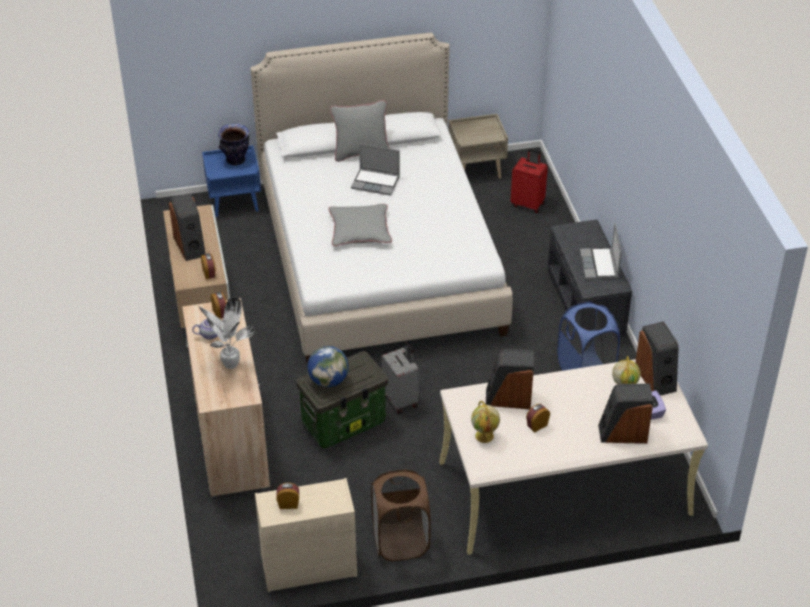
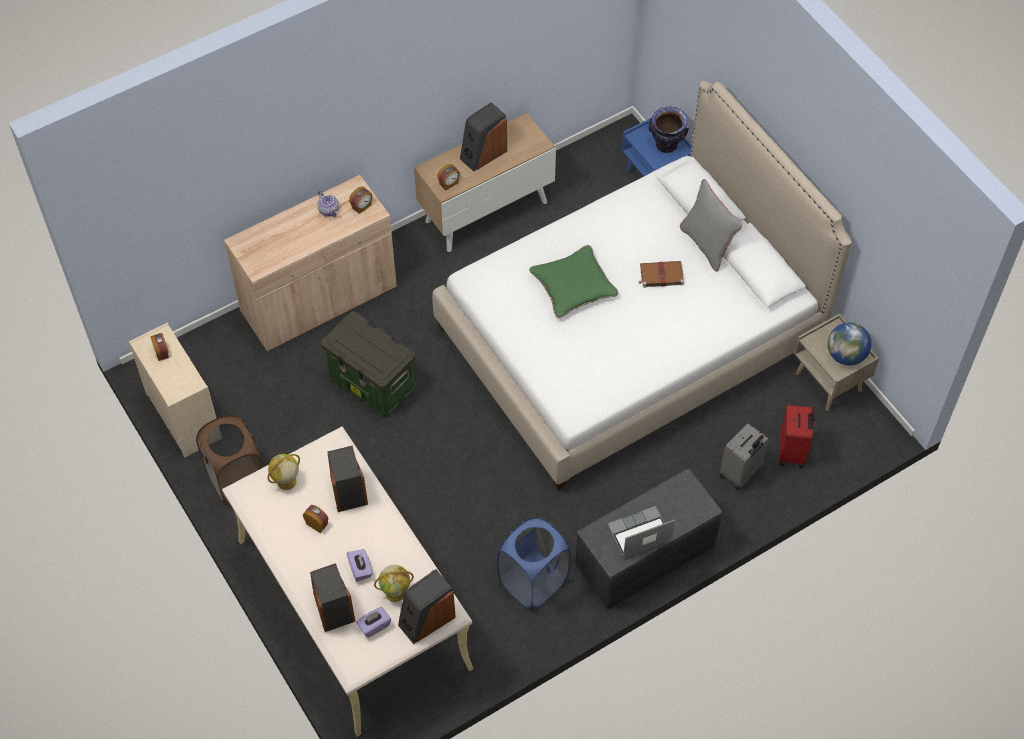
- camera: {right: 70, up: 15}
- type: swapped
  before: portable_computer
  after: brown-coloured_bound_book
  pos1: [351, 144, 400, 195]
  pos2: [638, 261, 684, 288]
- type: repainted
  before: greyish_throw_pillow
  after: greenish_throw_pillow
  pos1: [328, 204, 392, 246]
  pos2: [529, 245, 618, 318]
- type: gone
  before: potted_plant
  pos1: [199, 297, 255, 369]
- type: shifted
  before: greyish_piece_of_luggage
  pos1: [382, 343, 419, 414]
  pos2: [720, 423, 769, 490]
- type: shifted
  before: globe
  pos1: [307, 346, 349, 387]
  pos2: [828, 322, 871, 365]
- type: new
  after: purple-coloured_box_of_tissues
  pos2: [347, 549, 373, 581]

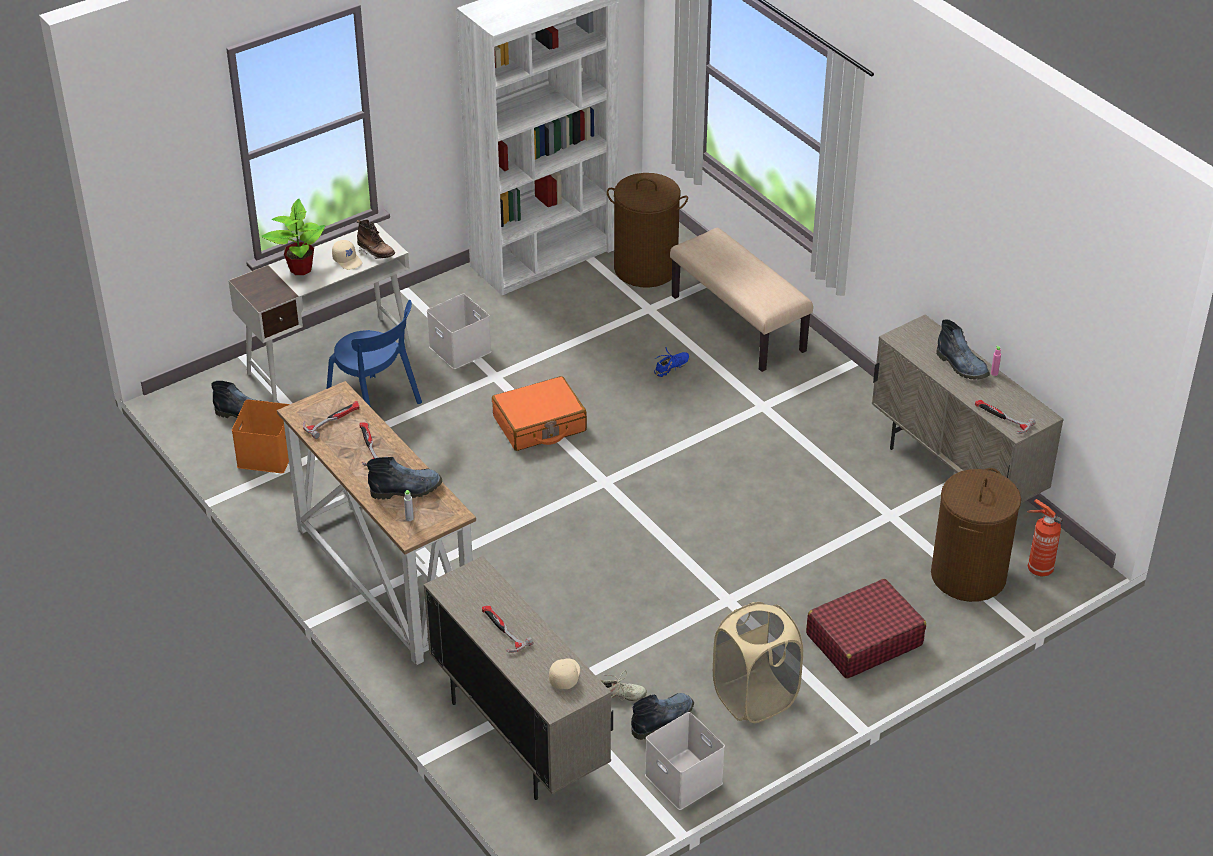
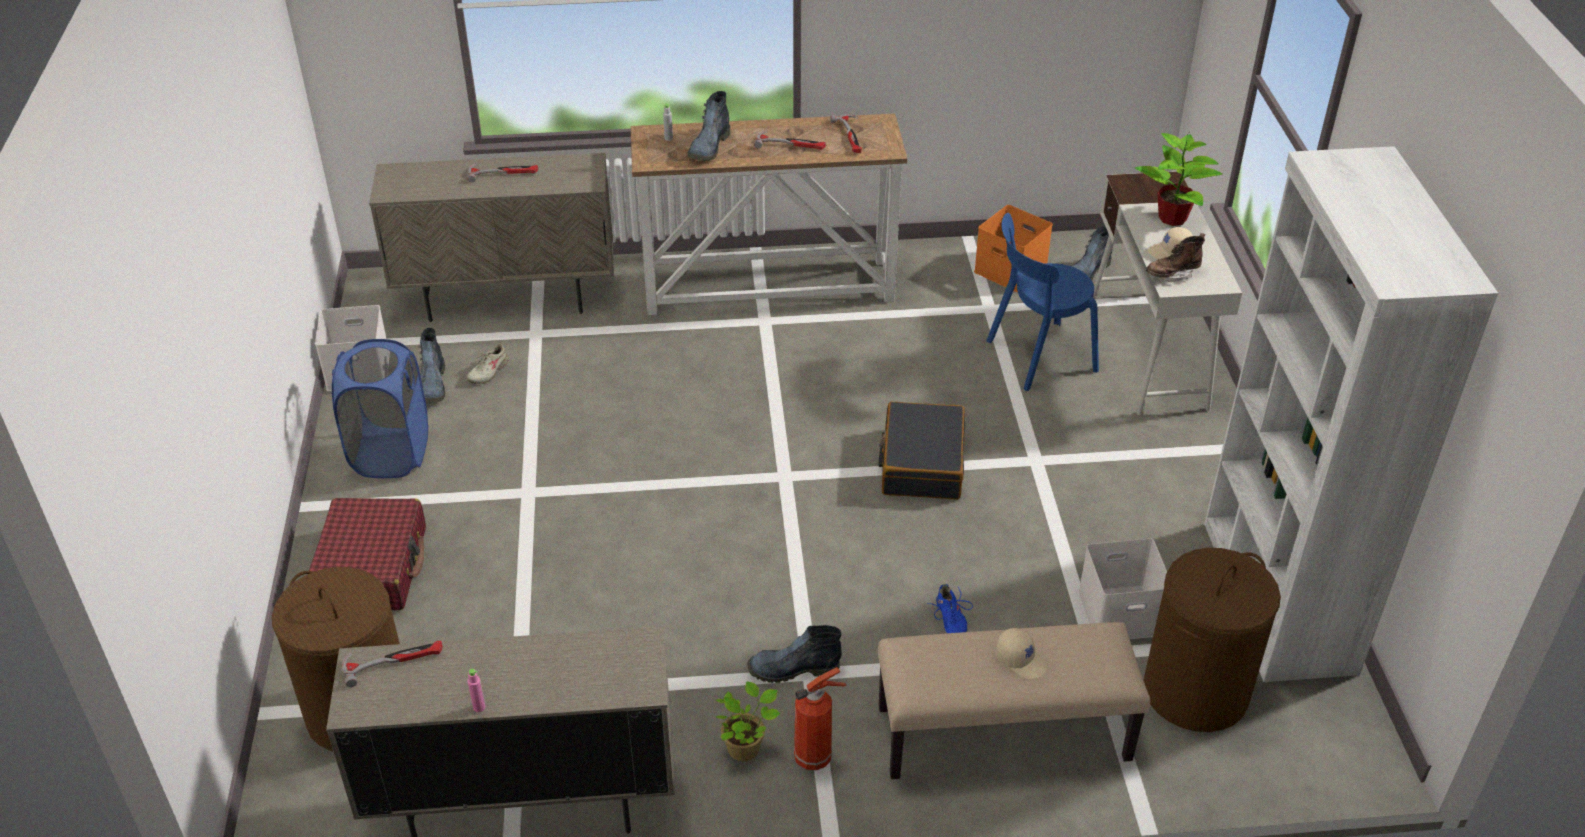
- camera: {right: 120, up: 0}
- type: shifted
  before: whitish_storage_bin
  pos1: [427, 294, 491, 369]
  pos2: [1078, 538, 1167, 639]
- type: shifted
  before: tall_boot
  pos1: [936, 319, 990, 380]
  pos2: [747, 625, 842, 683]
- type: repainted
  before: orangey_piece_of_luggage
  after: black-coloured_piece_of_luggage
  pos1: [492, 376, 587, 451]
  pos2: [878, 402, 966, 500]
- type: shifted
  before: extinguisher
  pos1: [1027, 499, 1063, 577]
  pos2: [794, 667, 847, 770]
- type: repainted
  before: beige-coloured_washing_basket
  after: blue_washing_basket
  pos1: [713, 602, 803, 723]
  pos2: [332, 339, 428, 478]
- type: shifted
  before: beige-coloured_peaked_cap
  pos1: [549, 658, 580, 689]
  pos2: [996, 628, 1048, 680]
- type: new
  after: potted_plant
  pos2: [716, 681, 780, 761]

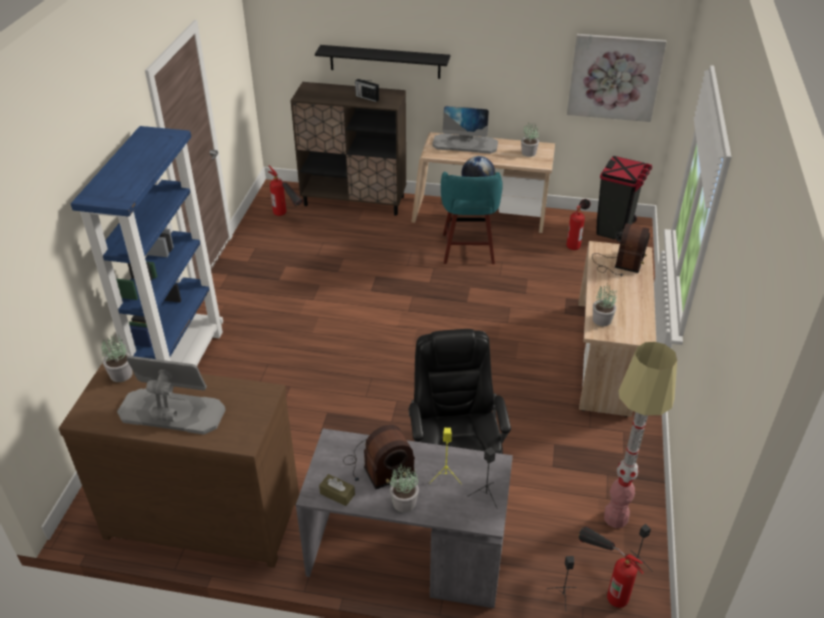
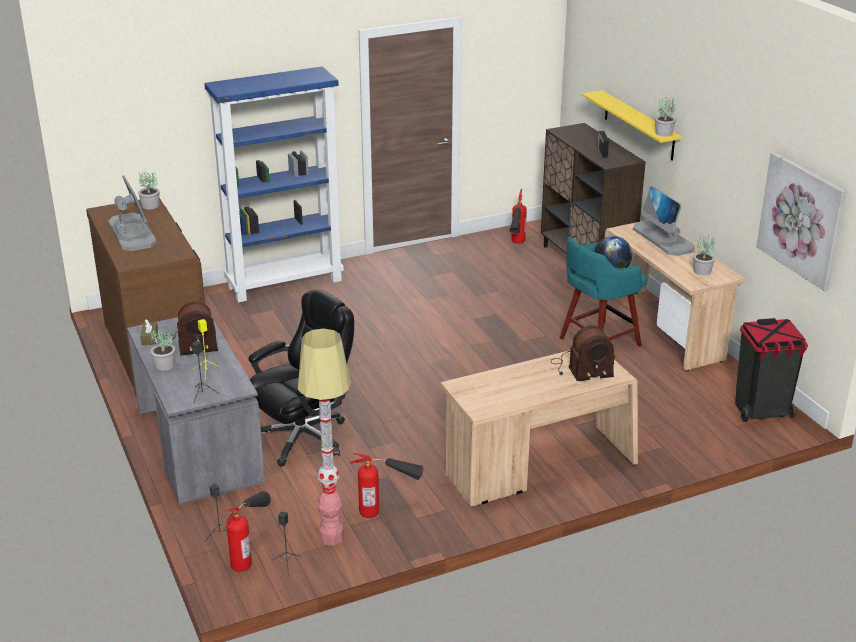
- camera: {right: 55, up: -10}
- type: repainted
  before: black-coloured_shelf
  after: yellowish_shelf
  pos1: [315, 45, 450, 79]
  pos2: [582, 90, 682, 160]
- type: shifted
  before: extinguisher
  pos1: [566, 199, 590, 250]
  pos2: [350, 453, 423, 518]
- type: shifted
  before: potted_plant
  pos1: [593, 283, 617, 326]
  pos2: [655, 97, 676, 137]
- type: rotated
  before: radio
  pos1: [343, 425, 415, 489]
  pos2: [163, 302, 218, 356]
  turn: -45

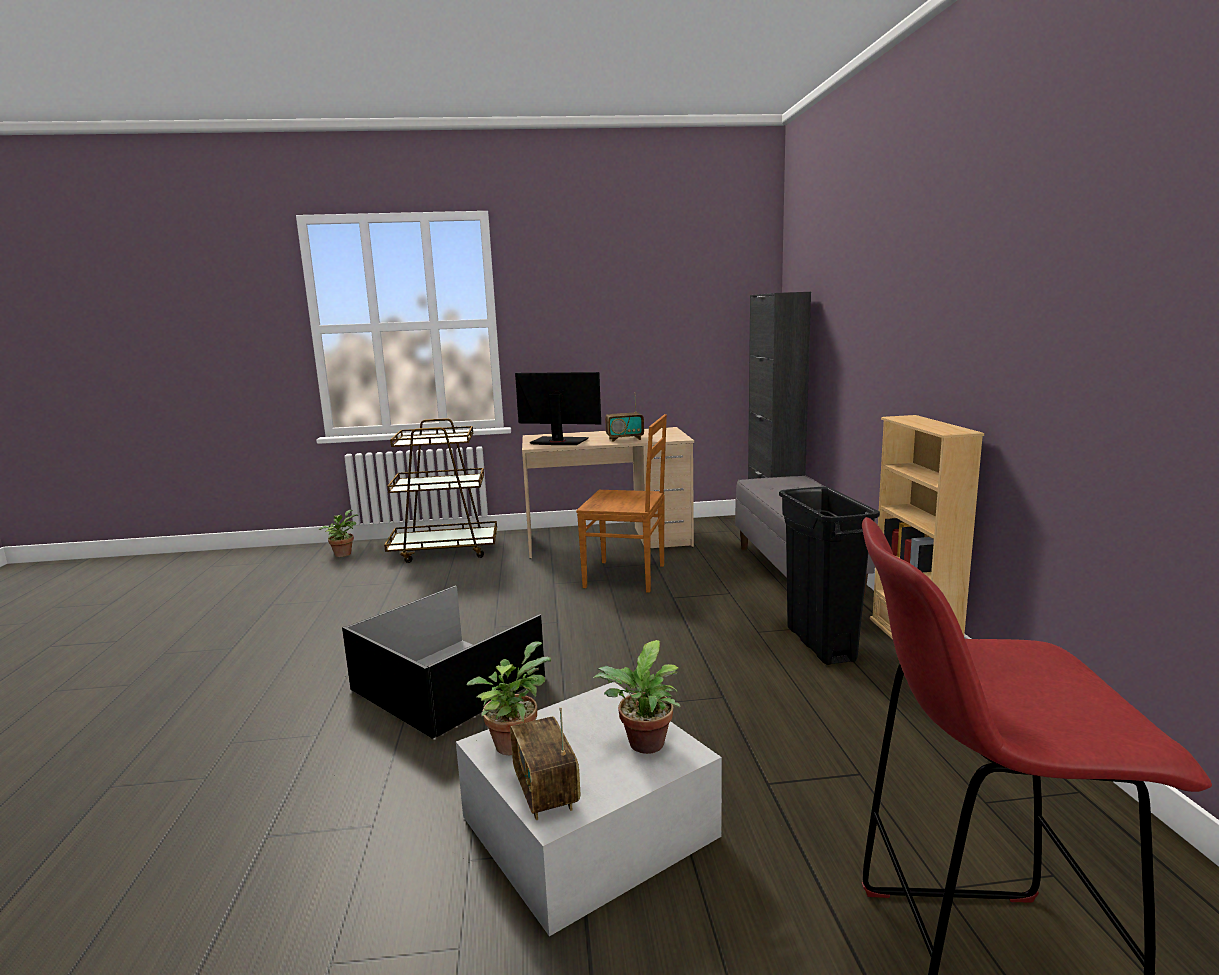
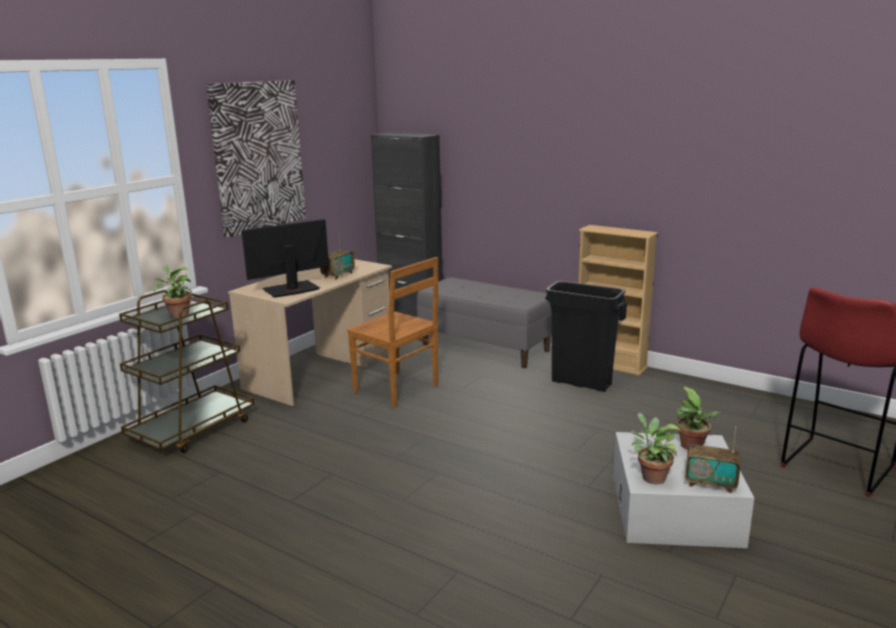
- camera: {right: -50, up: 5}
- type: rotated
  before: brown-coloured_chair
  pos1: [576, 414, 667, 593]
  pos2: [347, 257, 438, 408]
  turn: 75
- type: shifted
  before: potted_plant
  pos1: [319, 510, 358, 557]
  pos2: [153, 265, 193, 318]
- type: gone
  before: black-coloured_storage_bin
  pos1: [342, 586, 545, 739]
- type: new
  after: wall_picture
  pos2: [206, 80, 306, 238]

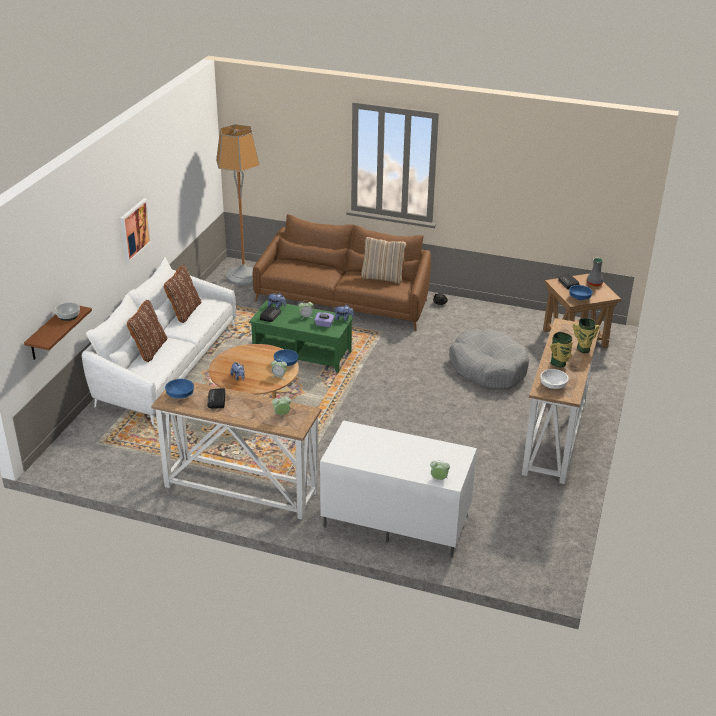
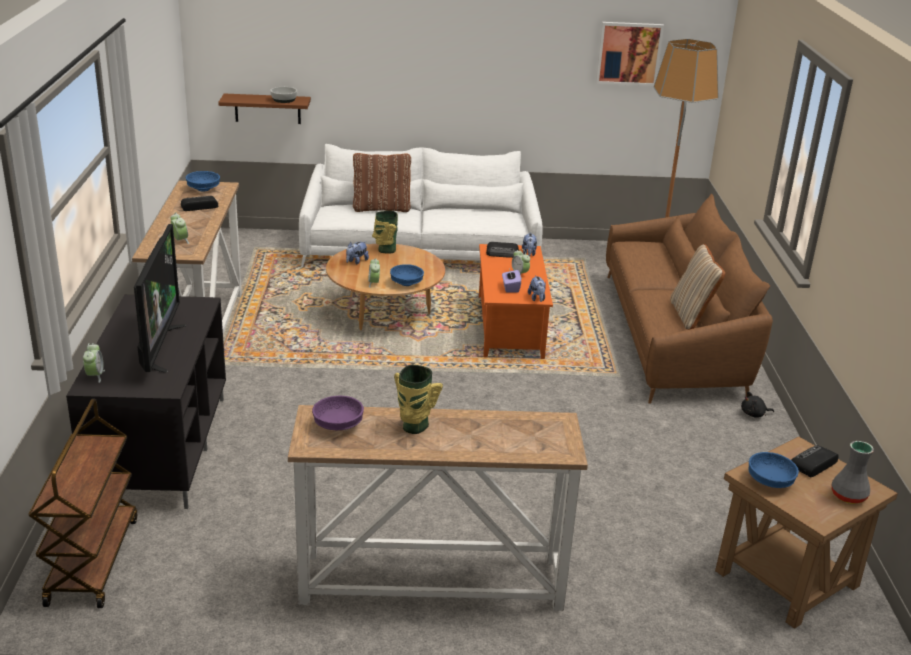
- camera: {right: 70, up: -5}
- type: shifted
  before: wall_picture
  pos1: [120, 198, 152, 263]
  pos2: [596, 22, 664, 86]
- type: gone
  before: brown-coloured_throw_pillow
  pos1: [164, 265, 201, 323]
- type: repainted
  before: greenish_coffee_table
  after: orangey_coffee_table
  pos1: [249, 300, 353, 373]
  pos2: [479, 244, 553, 359]
- type: shifted
  before: decorative_vase
  pos1: [573, 318, 600, 353]
  pos2: [372, 211, 398, 253]
- type: gone
  before: greyish_dog_bed
  pos1: [449, 329, 529, 390]
- type: repainted
  before: whitish_deep_dish
  after: purple-coloured_deep_dish
  pos1: [540, 369, 569, 389]
  pos2: [312, 396, 364, 430]
- type: repainted
  before: whitish_tv_unit
  after: black-coloured_tv_unit
  pos1: [320, 420, 477, 558]
  pos2: [66, 295, 226, 509]
- type: new
  after: TV
  pos2: [134, 224, 186, 373]
- type: new
  after: brown-coloured_cart
  pos2: [28, 399, 137, 608]

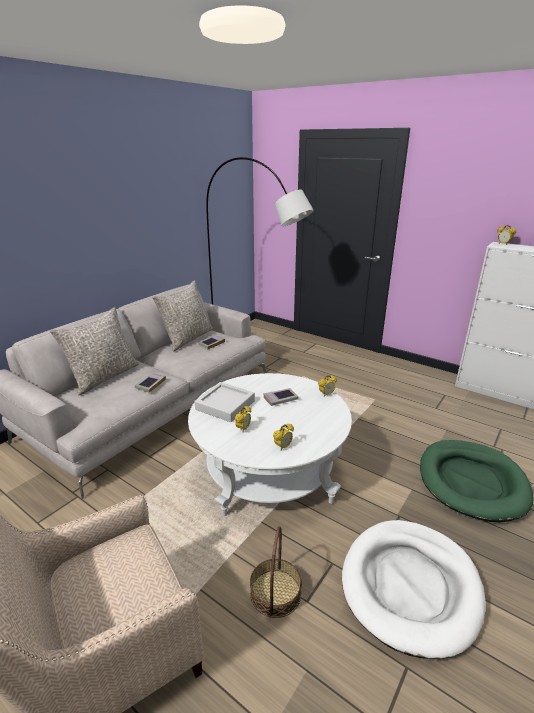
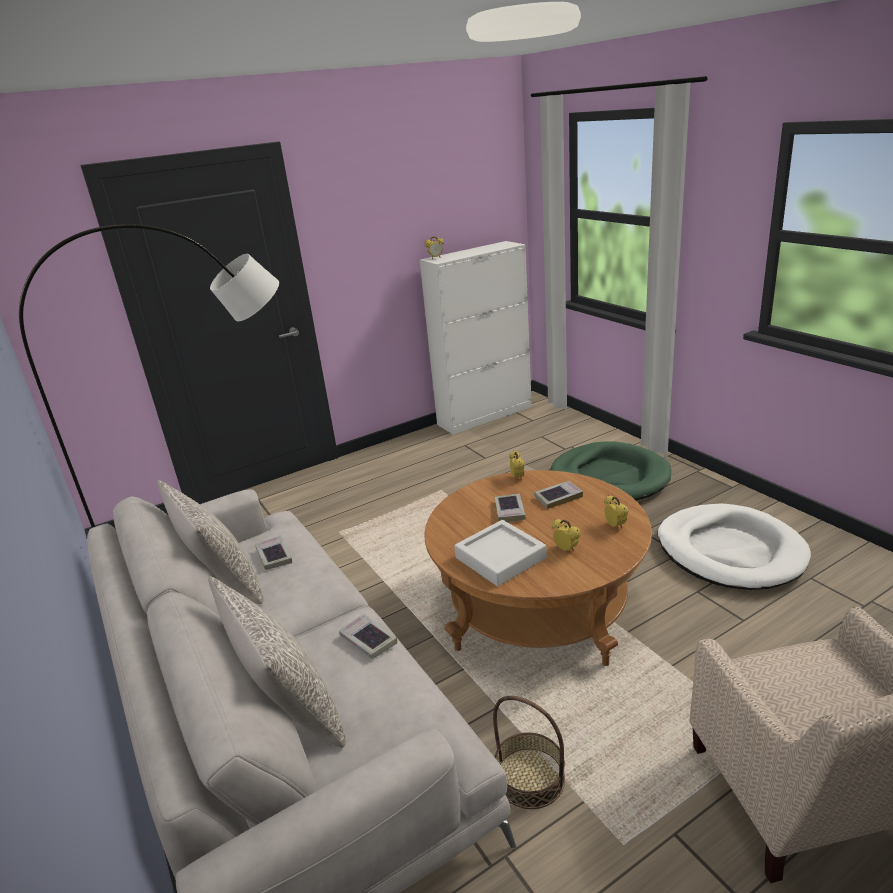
- camera: {right: -65, up: 0}
- type: repainted
  before: whitish_coffee_table
  after: brown-coloured_coffee_table
  pos1: [188, 373, 352, 516]
  pos2: [424, 470, 652, 666]
- type: shifted
  before: household_basket
  pos1: [250, 526, 302, 618]
  pos2: [493, 696, 565, 809]
- type: new
  after: bound_book
  pos2: [534, 481, 583, 509]

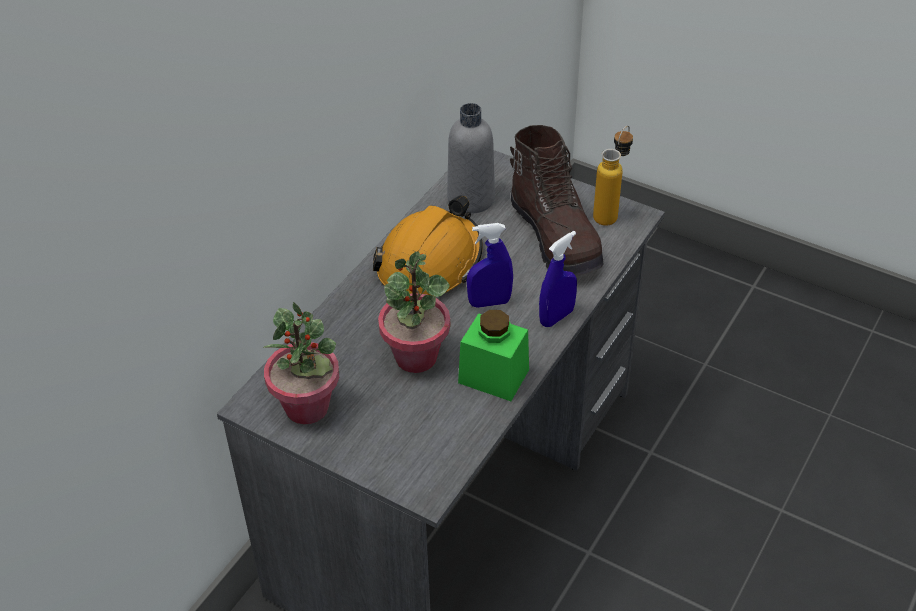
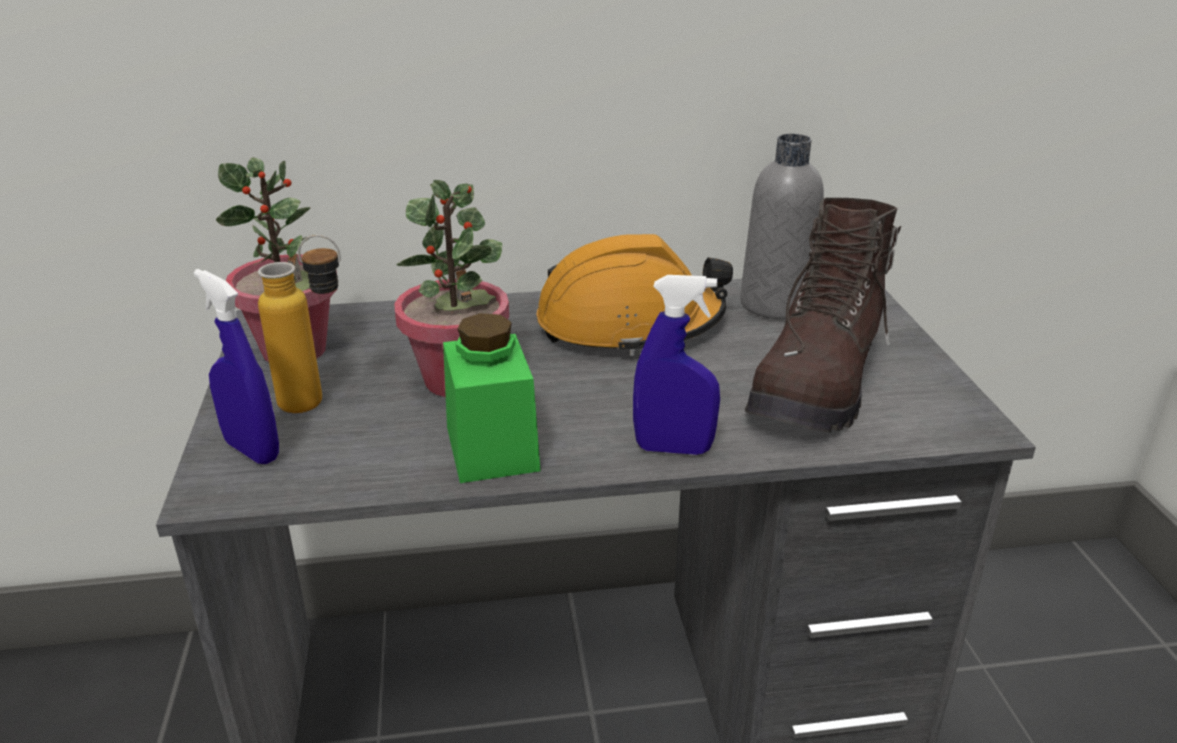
- camera: {right: 50, up: -15}
- type: shifted
  before: beverage_bottle
  pos1: [593, 126, 633, 226]
  pos2: [258, 235, 341, 413]
- type: shifted
  before: blue_sprayer
  pos1: [467, 223, 513, 308]
  pos2: [194, 269, 279, 464]

